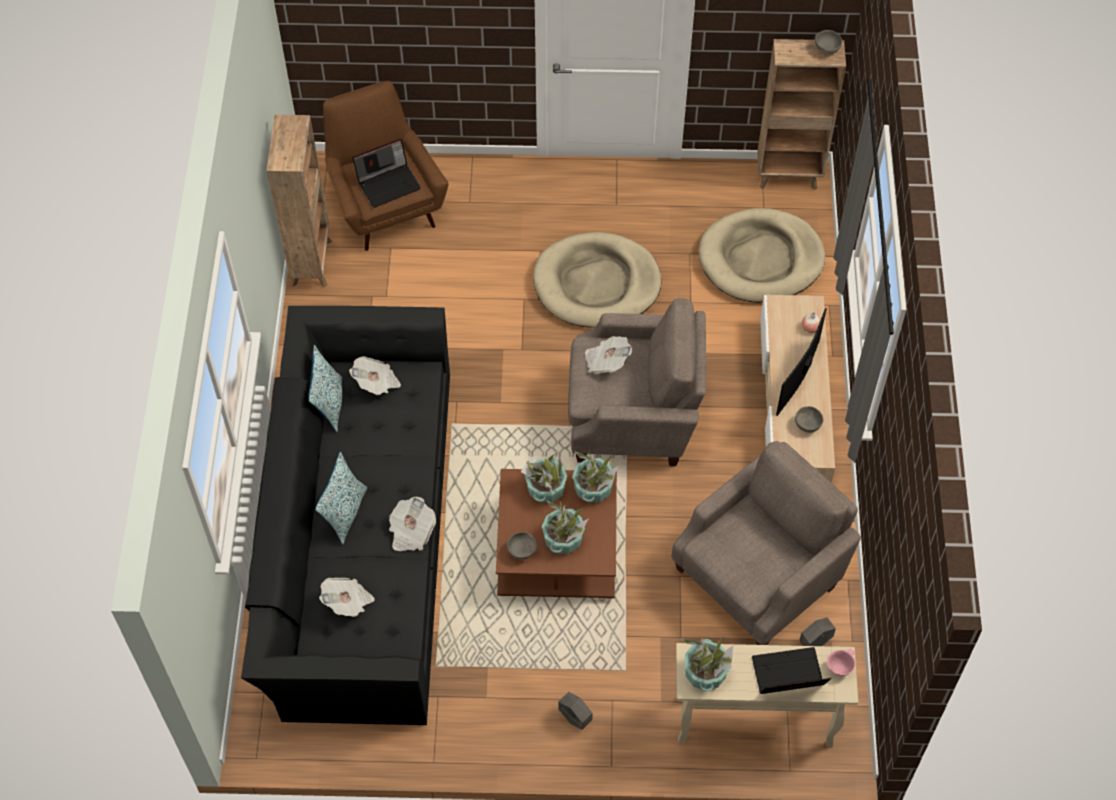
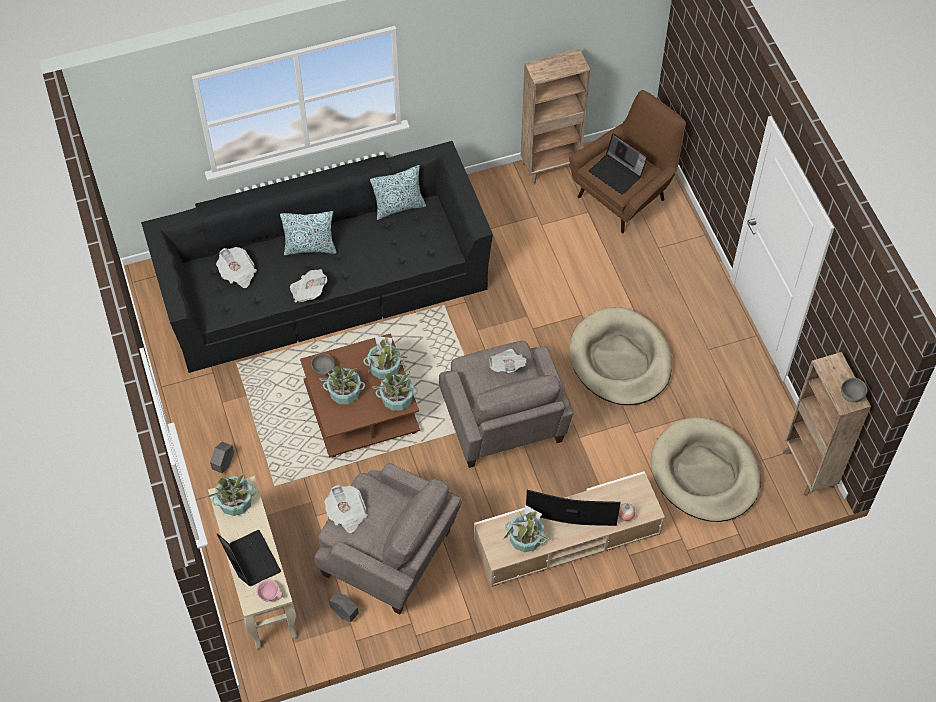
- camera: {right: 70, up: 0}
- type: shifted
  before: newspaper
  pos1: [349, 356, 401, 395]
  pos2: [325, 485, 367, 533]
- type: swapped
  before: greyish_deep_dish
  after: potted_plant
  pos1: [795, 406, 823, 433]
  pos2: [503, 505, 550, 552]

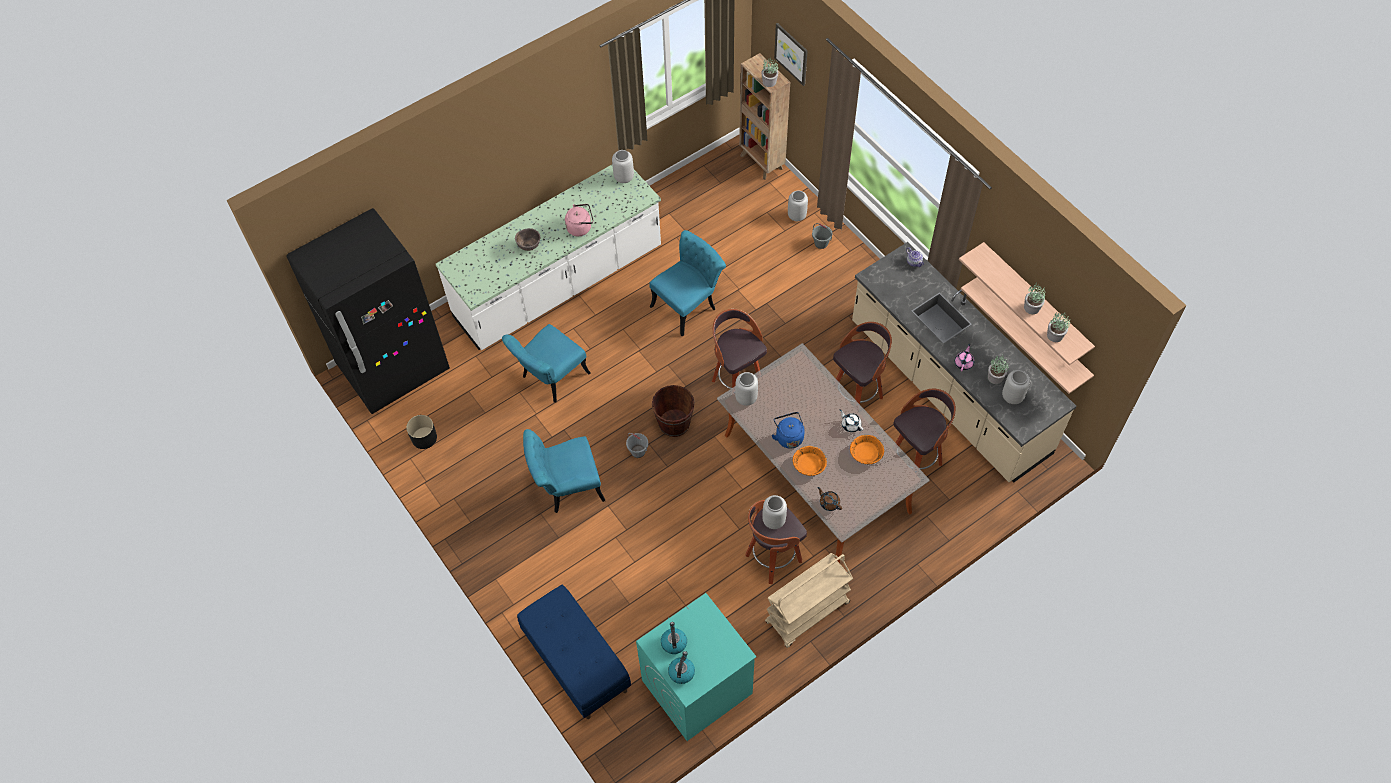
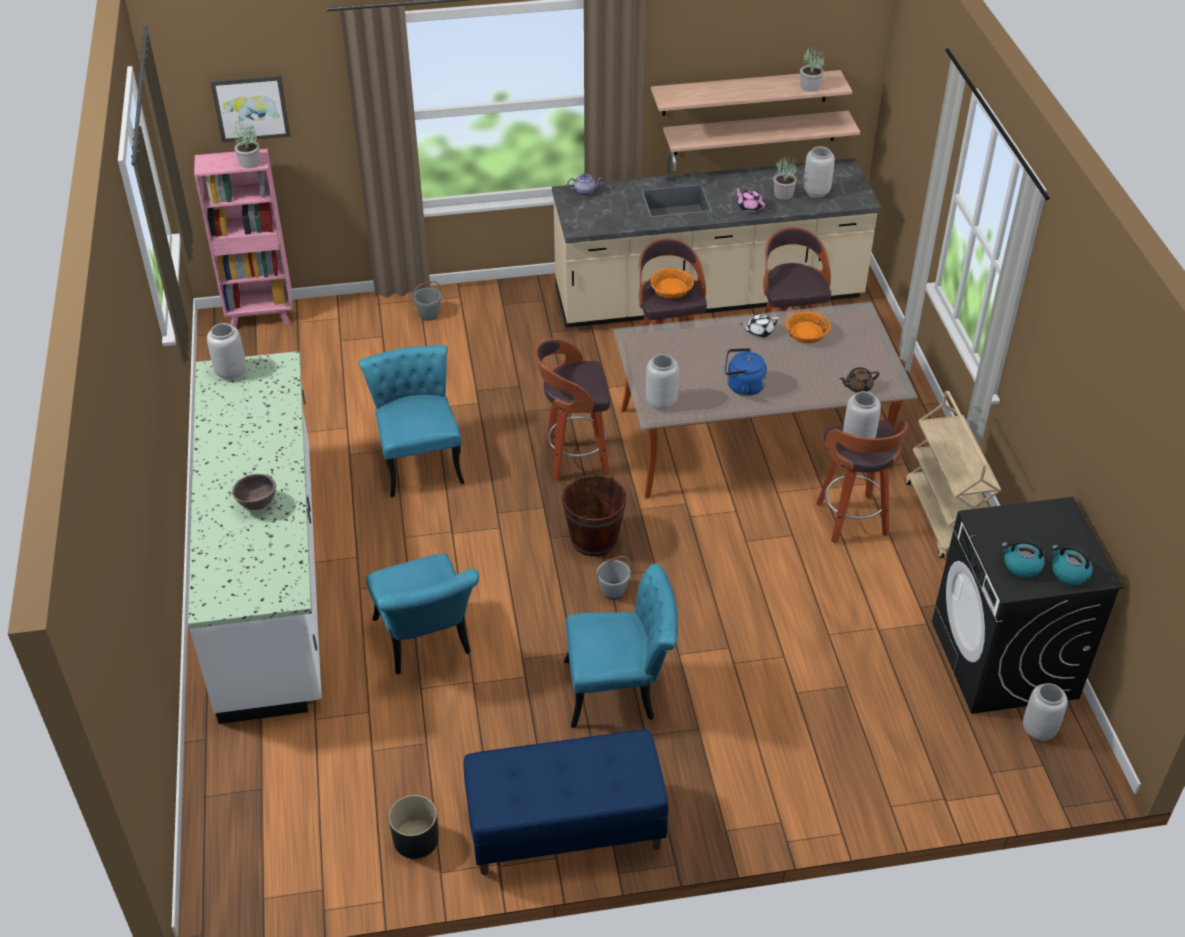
- camera: {right: -65, up: -15}
- type: repainted
  before: brown-coloured_shelving_unit
  after: pink-coloured_shelving_unit
  pos1: [739, 53, 790, 180]
  pos2: [194, 149, 293, 328]
- type: shifted
  before: greyish_decorative_vase
  pos1: [788, 190, 808, 221]
  pos2: [1023, 683, 1068, 740]
- type: gone
  before: pink-coloured_kettle
  pos1: [565, 204, 594, 236]
- type: gone
  before: black-coloured_fridge
  pos1: [286, 208, 450, 414]
- type: gone
  before: potted_plant
  pos1: [1024, 283, 1045, 314]
- type: rotated
  before: turquoise_chair
  pos1: [523, 429, 605, 513]
  pos2: [564, 564, 678, 728]
  turn: -105
- type: shifted
  before: orangey_deep_dish
  pos1: [793, 446, 827, 476]
  pos2: [650, 268, 694, 298]
- type: shifted
  before: blue_long_seat
  pos1: [517, 585, 631, 719]
  pos2: [463, 730, 668, 875]
- type: repainted
  before: turquoise_laundry_machine
  after: black-coloured_laundry_machine
  pos1: [636, 593, 756, 741]
  pos2: [932, 497, 1124, 714]

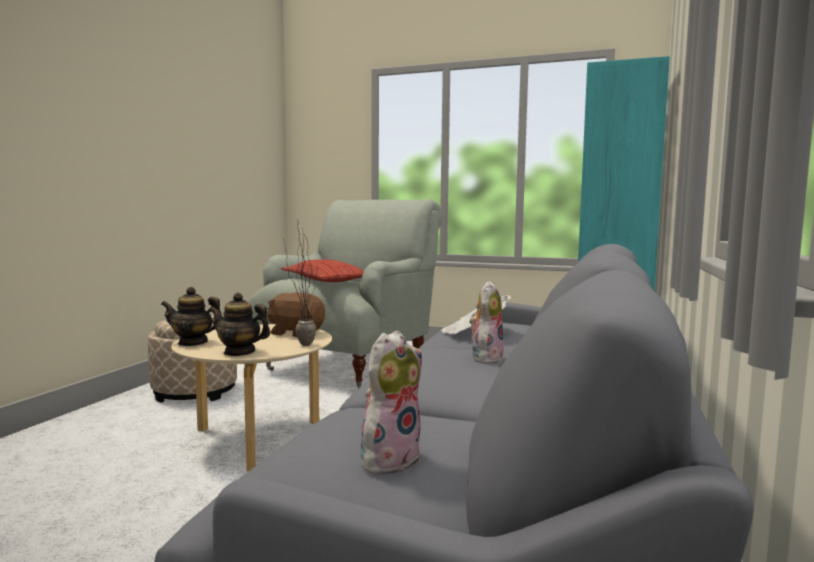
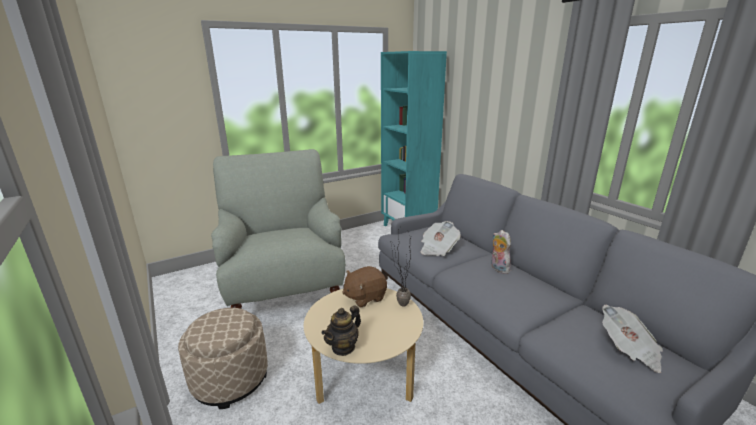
- camera: {right: -50, up: 15}
- type: gone
  before: throw_pillow
  pos1: [281, 259, 364, 282]
- type: gone
  before: teapot
  pos1: [209, 293, 271, 356]
- type: swapped
  before: soft_toy
  after: newspaper
  pos1: [361, 330, 422, 475]
  pos2: [602, 305, 663, 373]

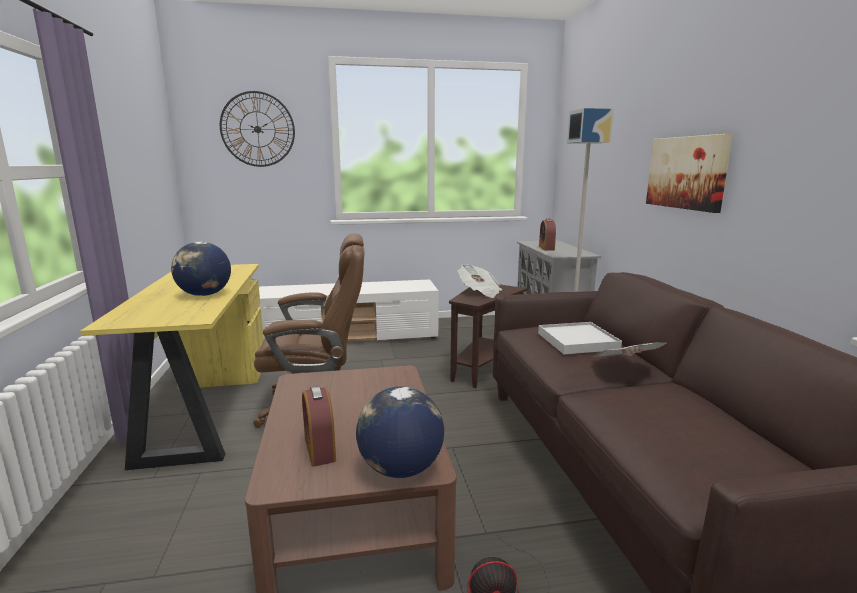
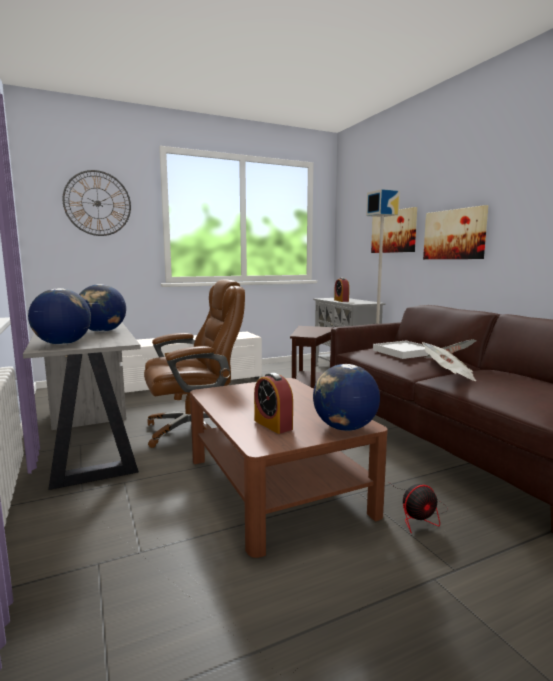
- camera: {right: -15, up: -5}
- type: repainted
  before: yellowish_desk_unit
  after: greyish_desk_unit
  pos1: [80, 264, 264, 470]
  pos2: [23, 323, 141, 490]
- type: shifted
  before: newspaper
  pos1: [458, 264, 502, 298]
  pos2: [422, 342, 476, 381]
- type: new
  after: wall_picture
  pos2: [371, 207, 417, 253]
- type: new
  after: globe
  pos2: [28, 288, 91, 345]

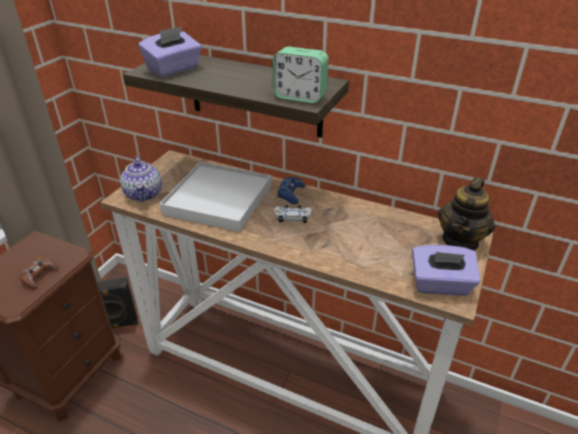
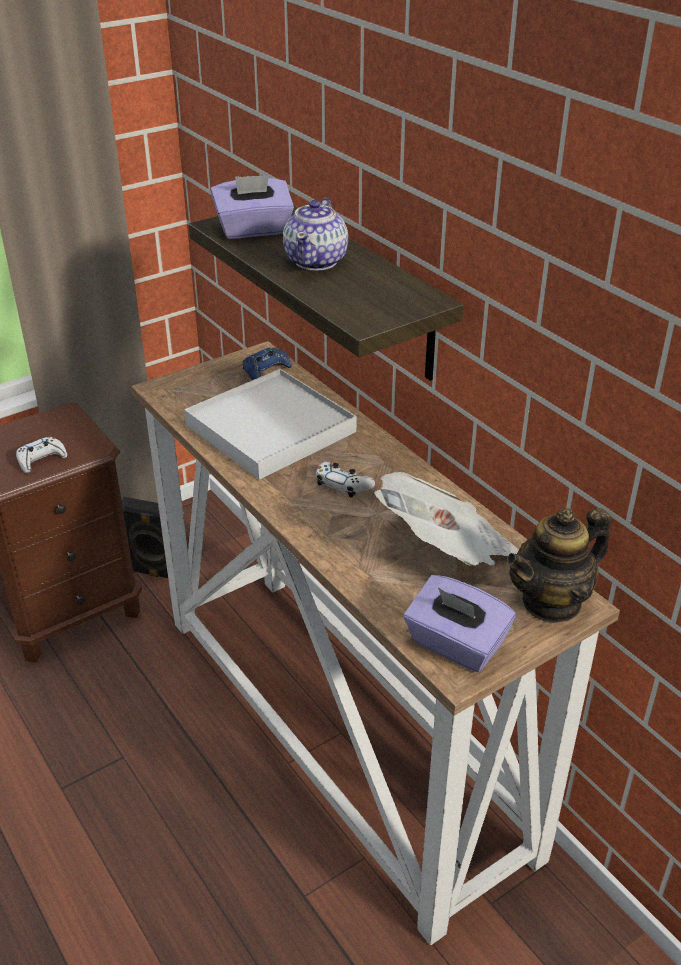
- camera: {right: 30, up: 0}
- type: gone
  before: alarm_clock
  pos1: [273, 46, 329, 103]
- type: shifted
  before: teapot
  pos1: [120, 156, 162, 202]
  pos2: [283, 198, 348, 271]
- type: shifted
  before: blue_joypad
  pos1: [277, 176, 305, 205]
  pos2: [242, 347, 292, 380]
- type: repainted
  before: brown-coloured_joypad
  after: whitish_joypad
  pos1: [19, 257, 58, 290]
  pos2: [16, 436, 67, 473]
- type: new
  after: newspaper
  pos2: [374, 472, 519, 566]

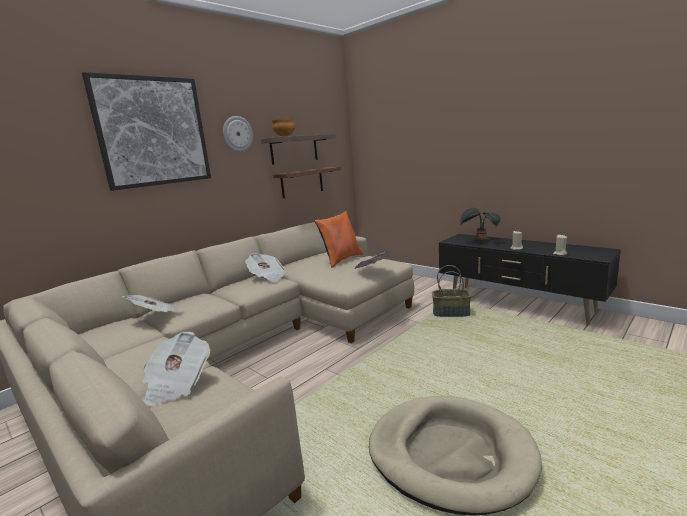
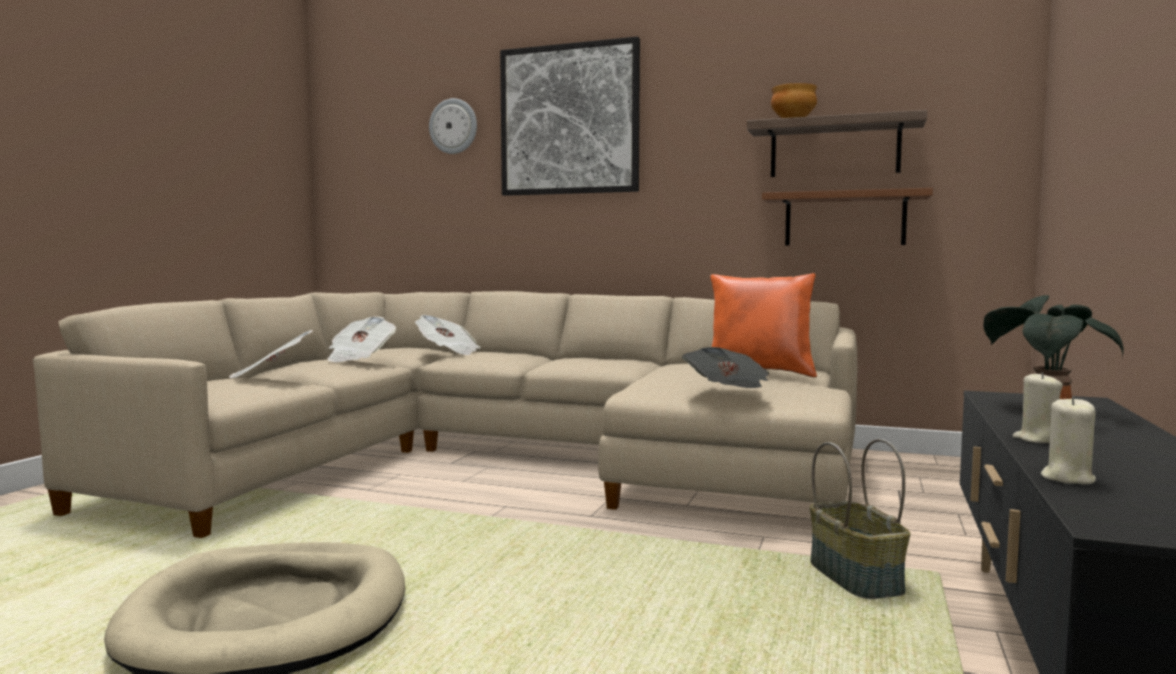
- camera: {right: 65, up: -10}
- type: shifted
  before: clock_on_the_wall
  pos1: [223, 116, 253, 152]
  pos2: [429, 98, 477, 154]
- type: shifted
  before: newspaper
  pos1: [245, 253, 287, 282]
  pos2: [327, 316, 396, 362]

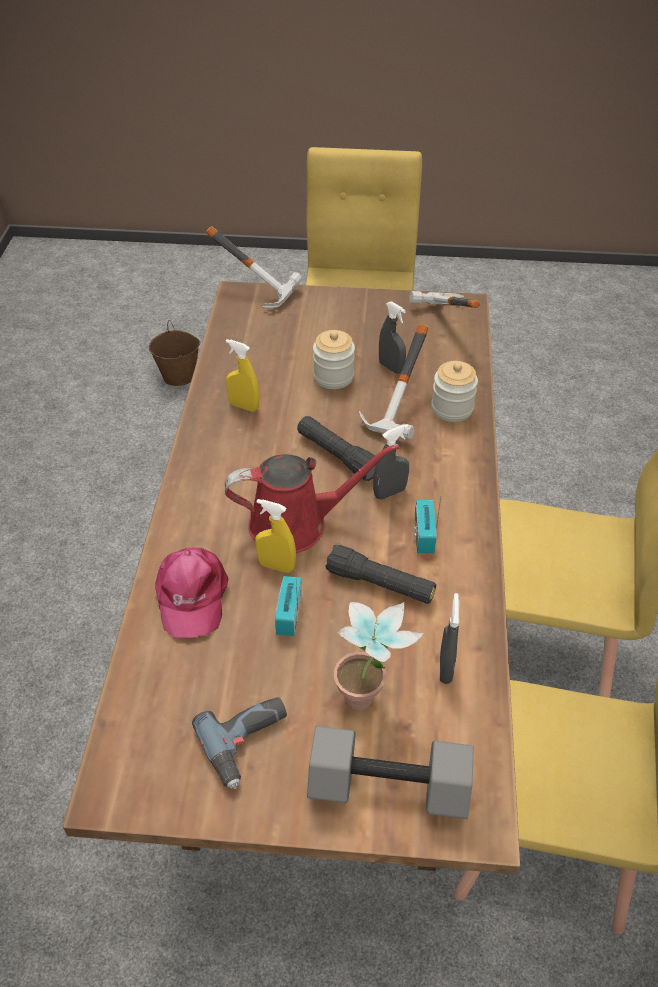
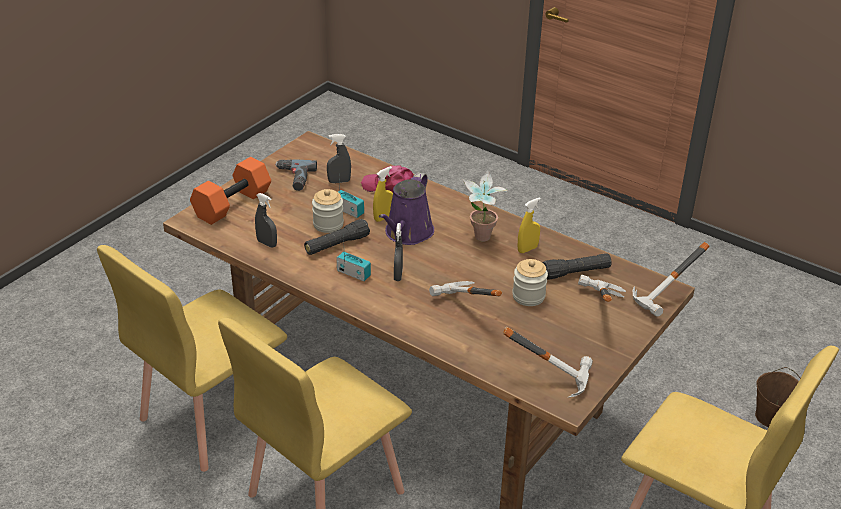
- camera: {right: 120, up: -10}
- type: shifted
  before: greyish_sprayer
  pos1: [379, 301, 406, 374]
  pos2: [327, 134, 351, 183]
- type: shifted
  before: jar
  pos1: [431, 361, 478, 422]
  pos2: [312, 189, 344, 233]
- type: shifted
  before: black-coloured_flashlight
  pos1: [297, 416, 376, 481]
  pos2: [543, 253, 611, 280]
- type: repainted
  before: reddish_sprinkling_can
  after: purple-coloured_sprinkling_can
  pos1: [225, 444, 399, 553]
  pos2: [379, 173, 434, 245]
- type: shifted
  before: potted_plant
  pos1: [334, 602, 423, 710]
  pos2: [463, 170, 507, 242]
- type: repainted
  before: greyish_hand_weight
  after: orangey_hand_weight
  pos1: [307, 726, 474, 819]
  pos2: [190, 157, 271, 225]
- type: new
  after: hand_hammer
  pos2: [578, 275, 626, 302]

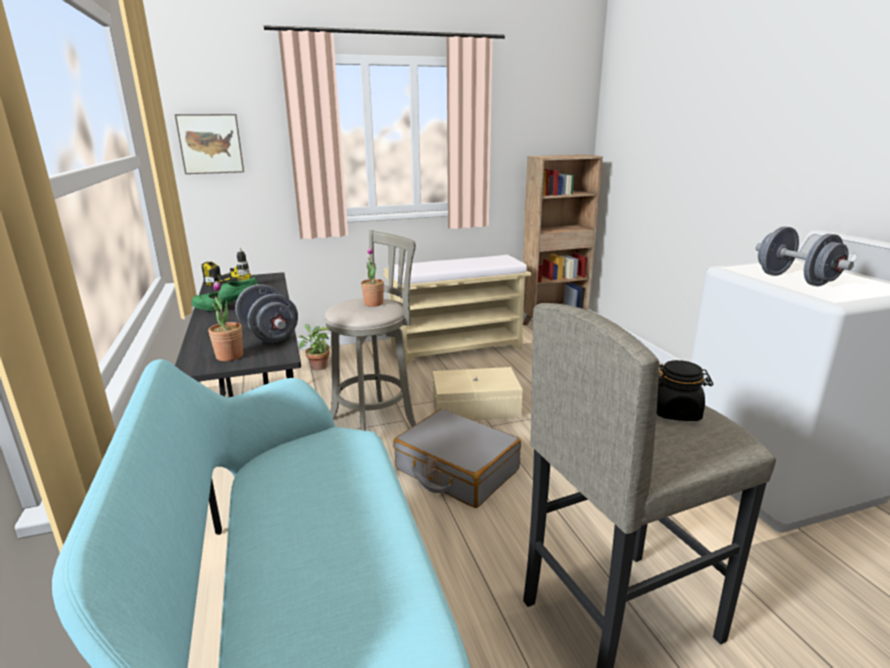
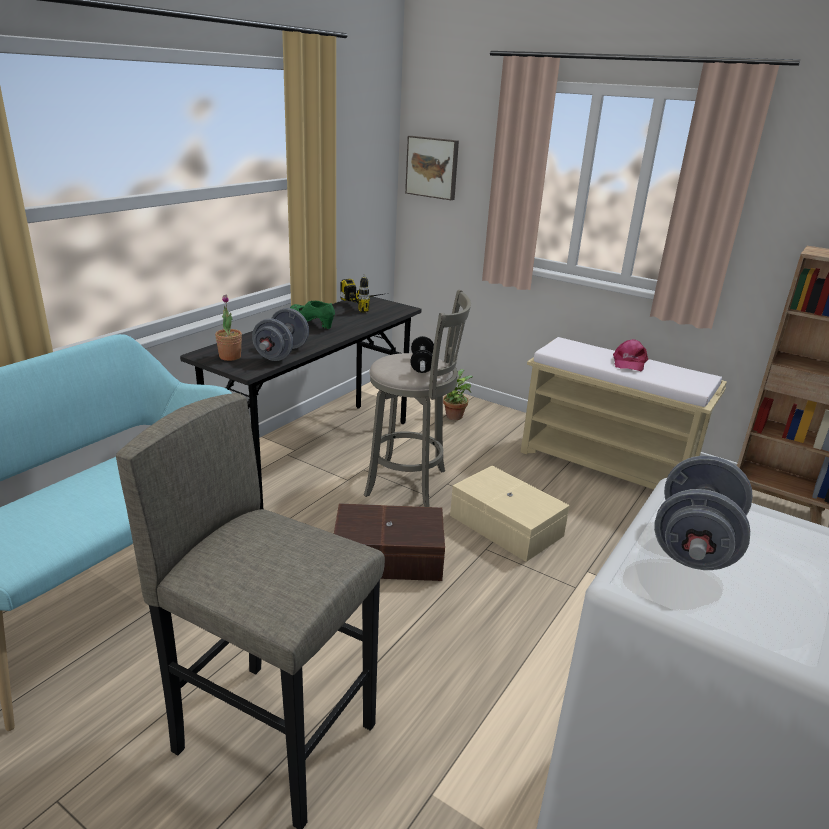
- camera: {right: 50, up: 5}
- type: swapped
  before: potted_plant
  after: hand_weight
  pos1: [361, 247, 384, 307]
  pos2: [410, 336, 434, 373]
- type: gone
  before: black-coloured_jar
  pos1: [657, 360, 713, 421]
- type: swapped
  before: greyish_piece_of_luggage
  after: brown-coloured_storage_bin
  pos1: [393, 409, 521, 508]
  pos2: [334, 503, 445, 581]
- type: new
  after: pink-coloured_peaked_cap
  pos2: [613, 339, 648, 371]

